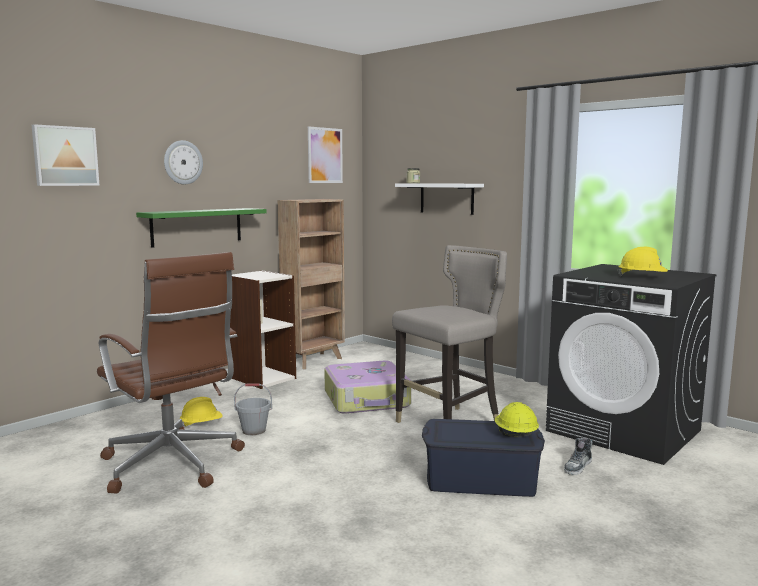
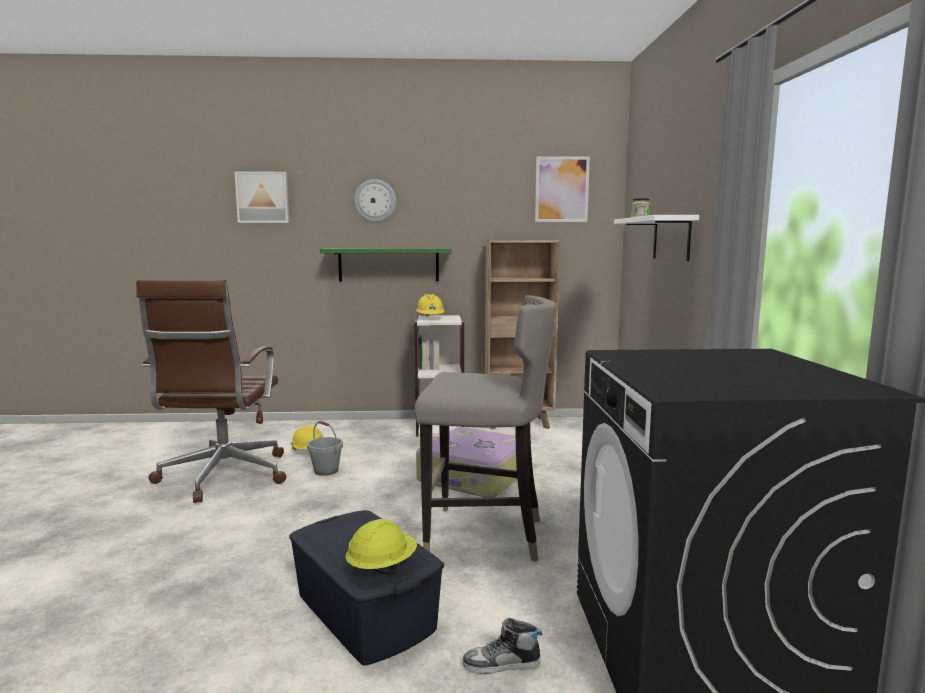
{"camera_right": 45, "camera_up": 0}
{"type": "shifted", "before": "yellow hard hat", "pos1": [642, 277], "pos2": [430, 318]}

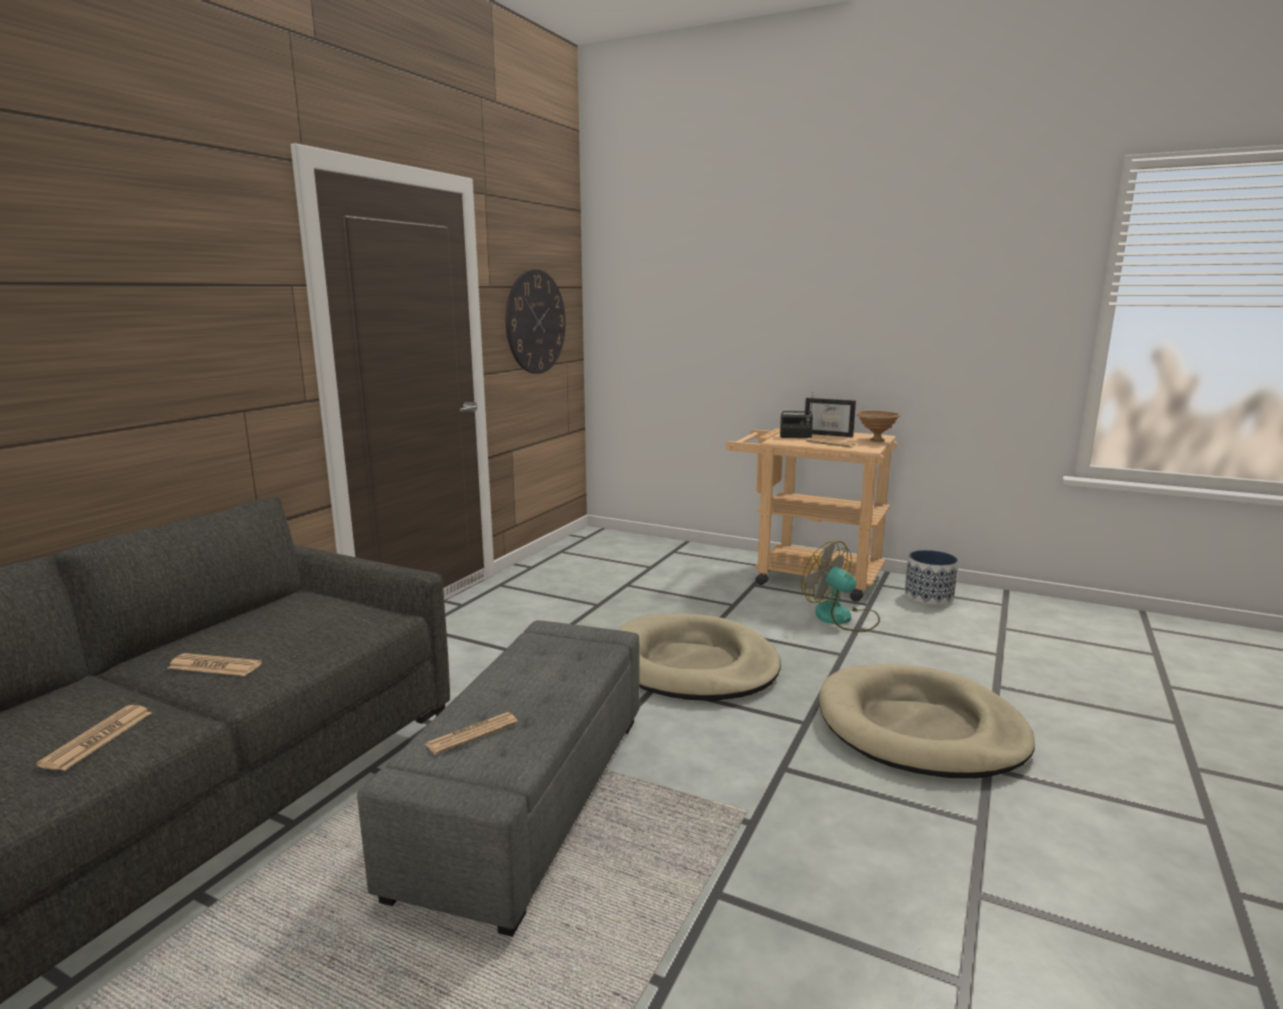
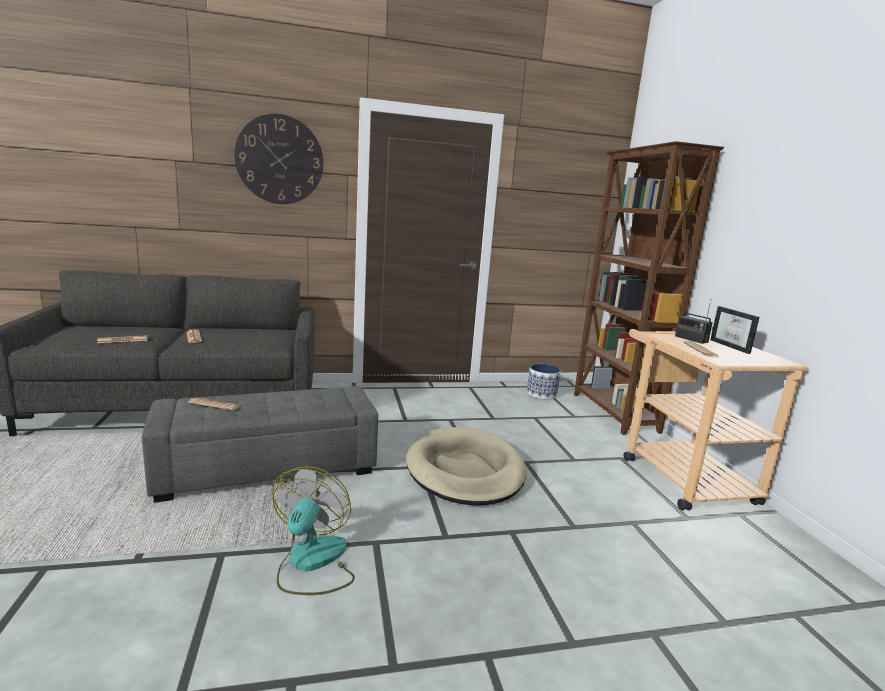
{"camera_right": 50, "camera_up": 0}
{"type": "shifted", "before": "hanging clock", "pos1": [535, 322], "pos2": [279, 160]}
{"type": "shifted", "before": "cooling fan", "pos1": [841, 618], "pos2": [312, 563]}
{"type": "shifted", "before": "flower pot", "pos1": [928, 597], "pos2": [542, 394]}
{"type": "new", "after": "brown bookshelf", "pos2": [613, 413]}
{"type": "gone", "before": "beige-coloured pet bed", "pos1": [920, 728]}
{"type": "gone", "before": "brown deep dish", "pos1": [876, 441]}

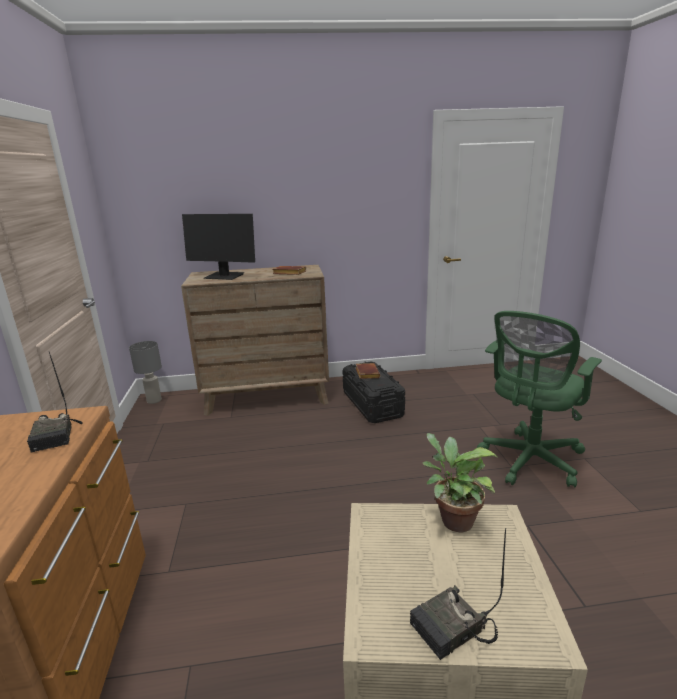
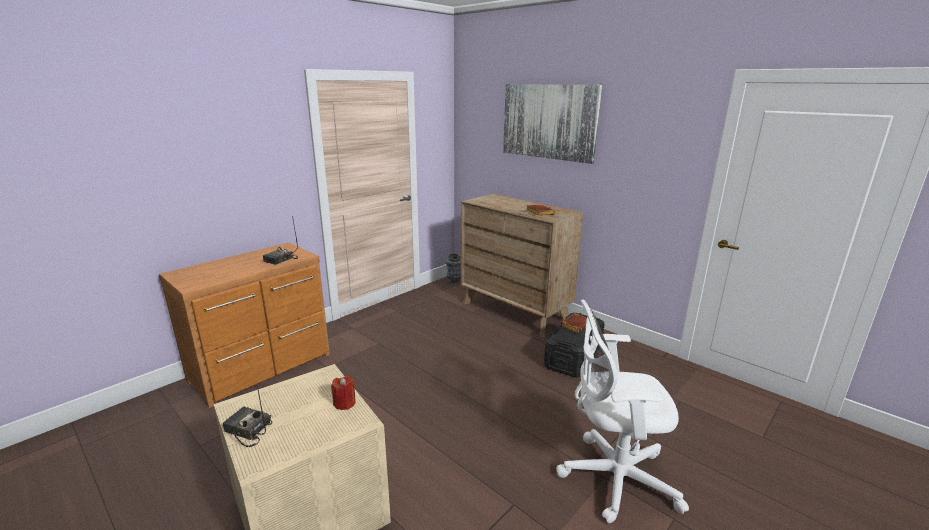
{"camera_right": 50, "camera_up": 0}
{"type": "swapped", "before": "houseplant", "after": "red-coloured wax candle", "pos1": [453, 520], "pos2": [344, 403]}
{"type": "swapped", "before": "grey tabletop lamp", "after": "flower vase", "pos1": [154, 400], "pos2": [454, 280]}
{"type": "new", "after": "wall picture", "pos2": [549, 121]}
{"type": "repainted", "before": "green office chair", "after": "white office chair", "pos1": [529, 461], "pos2": [612, 477]}
{"type": "gone", "before": "computer screen", "pos1": [224, 276]}

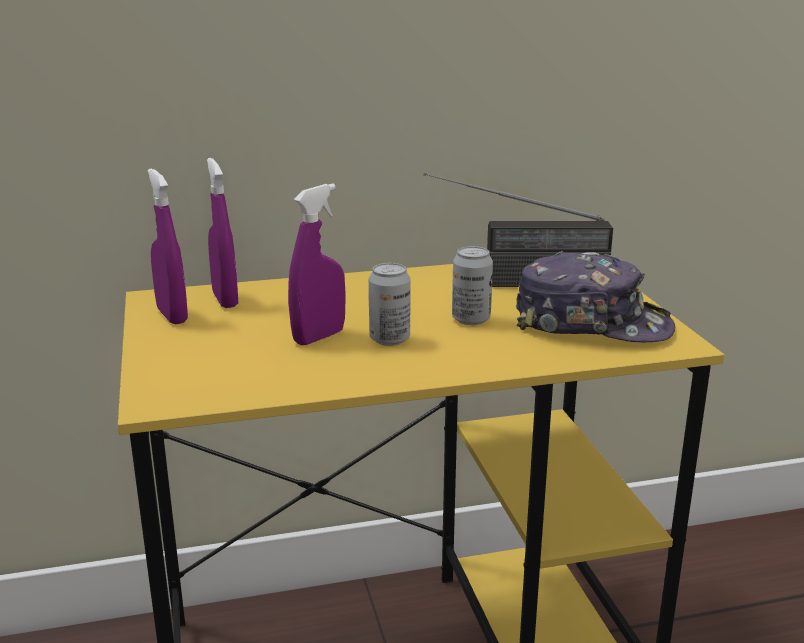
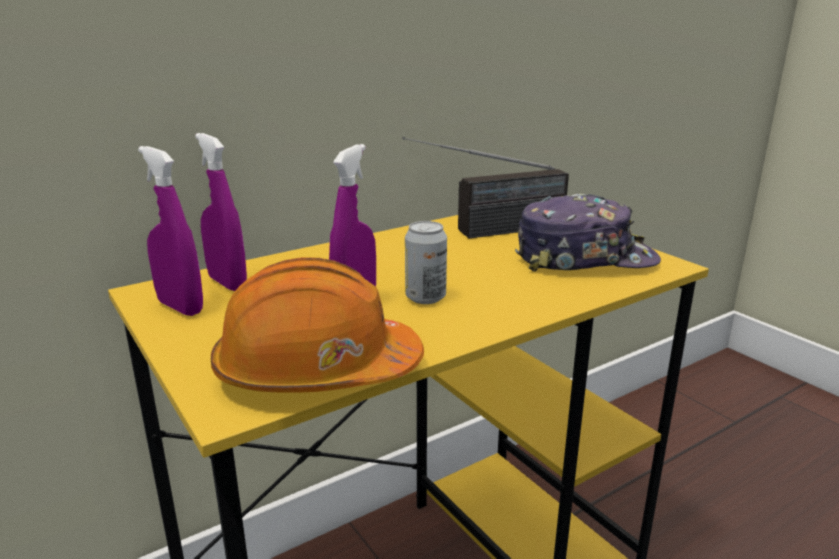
{"camera_right": -20, "camera_up": 0}
{"type": "new", "after": "orange-coloured hard hat", "pos2": [316, 370]}
{"type": "gone", "before": "can", "pos1": [471, 319]}

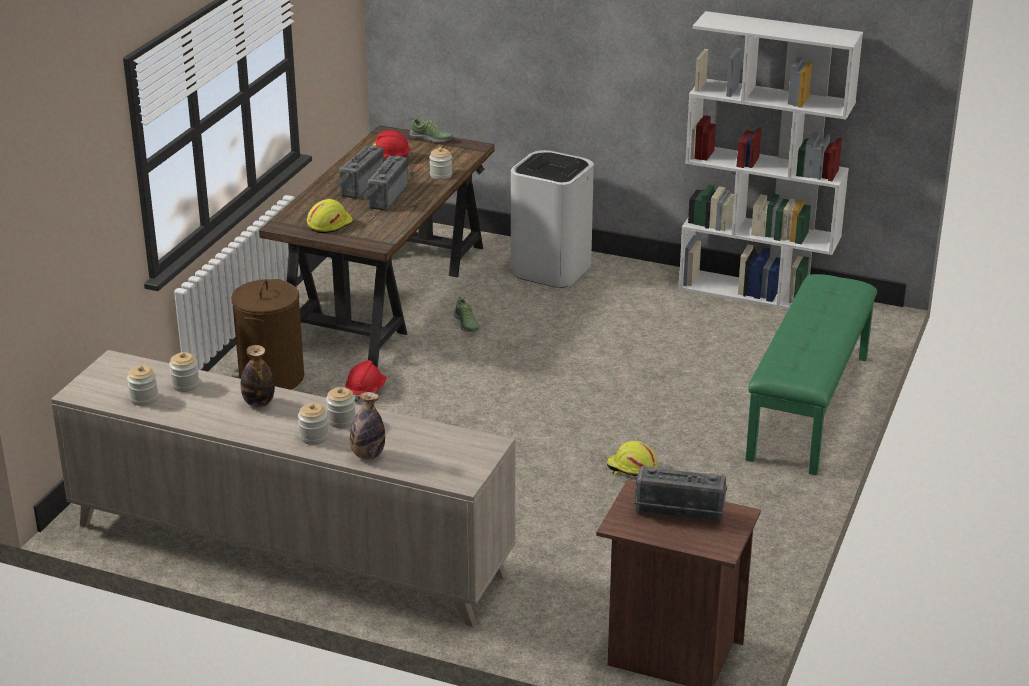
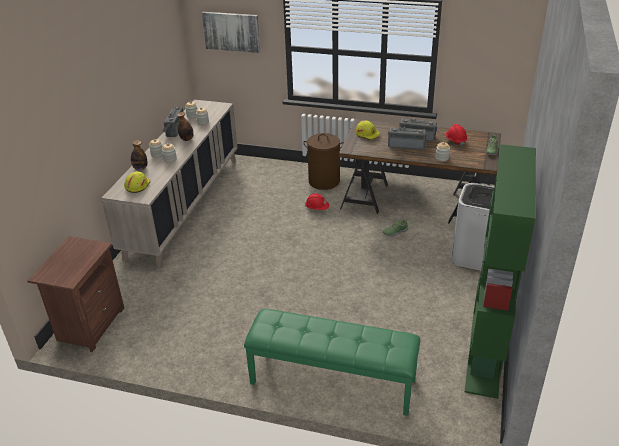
{"camera_right": 85, "camera_up": 5}
{"type": "shifted", "before": "yellow hard hat", "pos1": [631, 468], "pos2": [137, 185]}
{"type": "shifted", "before": "radio receiver", "pos1": [678, 514], "pos2": [173, 129]}
{"type": "new", "after": "wall picture", "pos2": [231, 31]}
{"type": "repainted", "before": "white bookshelf", "after": "green bookshelf", "pos1": [757, 293], "pos2": [485, 353]}

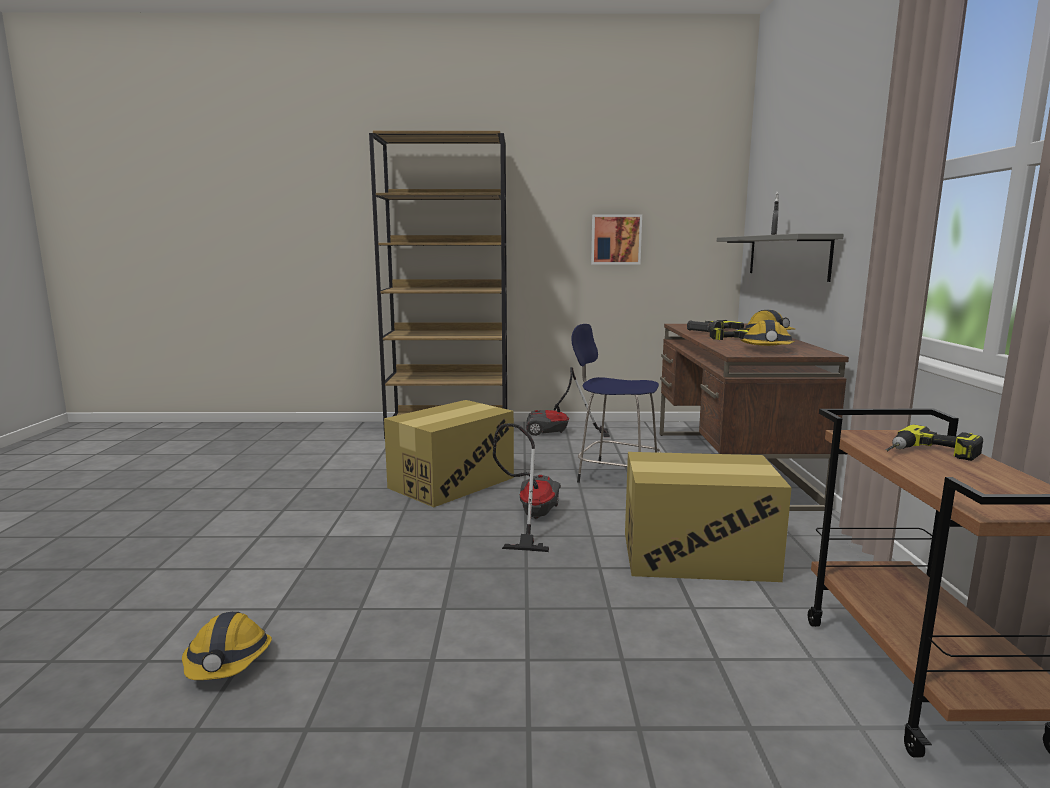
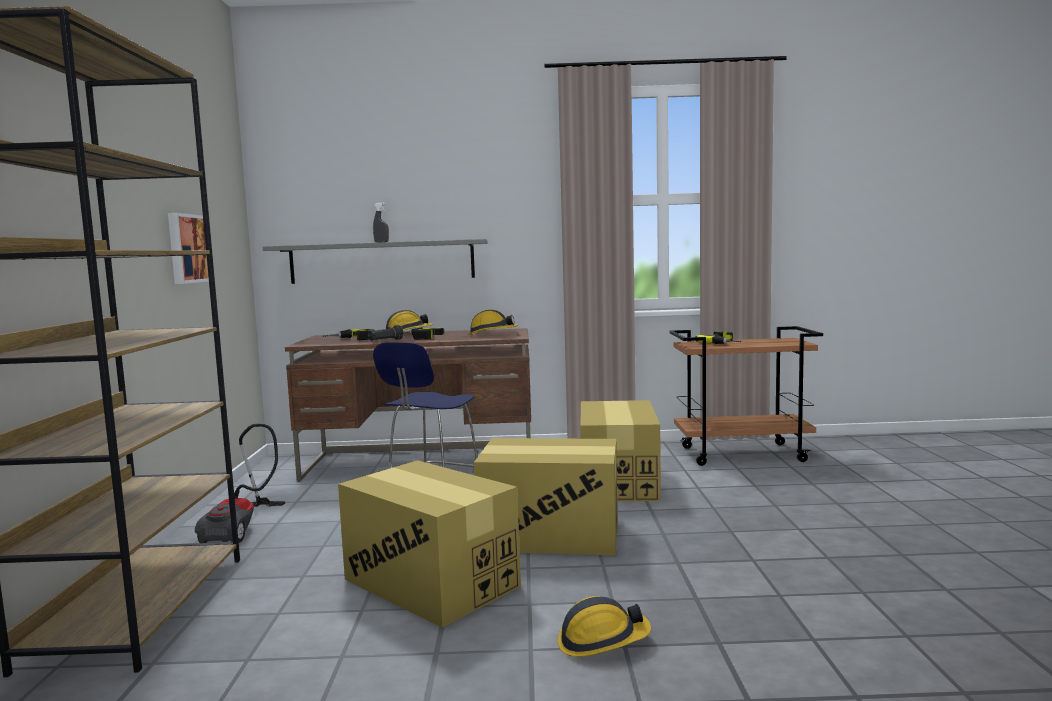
{"camera_right": -90, "camera_up": -5}
{"type": "swapped", "before": "hoover", "after": "cardboard box", "pos1": [531, 518], "pos2": [550, 535]}
{"type": "shifted", "before": "hard hat", "pos1": [228, 662], "pos2": [602, 641]}

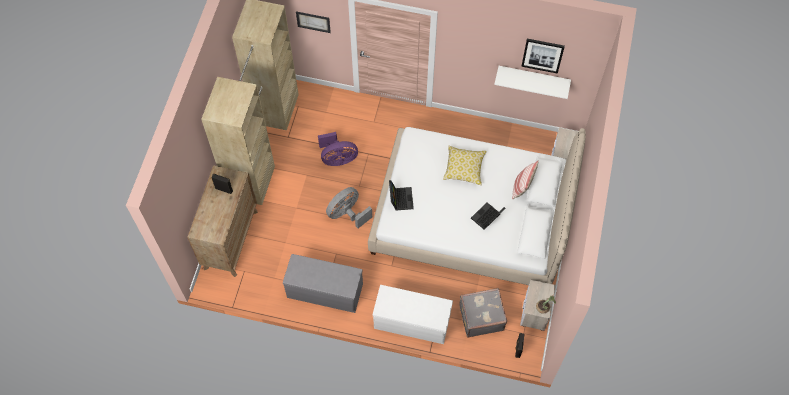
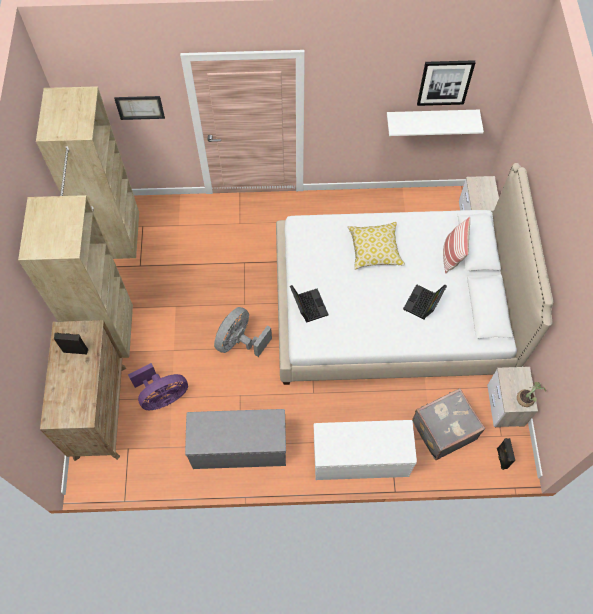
{"camera_right": -15, "camera_up": 0}
{"type": "shifted", "before": "purple-coloured cooling fan", "pos1": [338, 158], "pos2": [162, 396]}

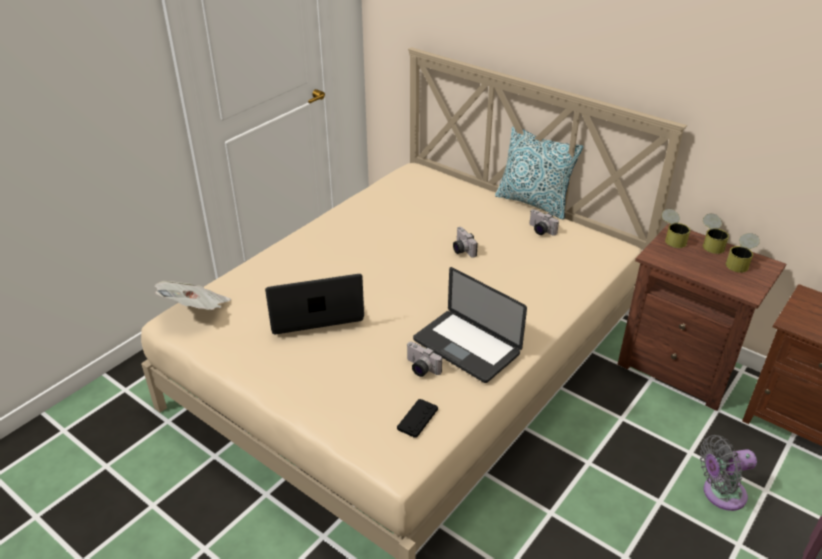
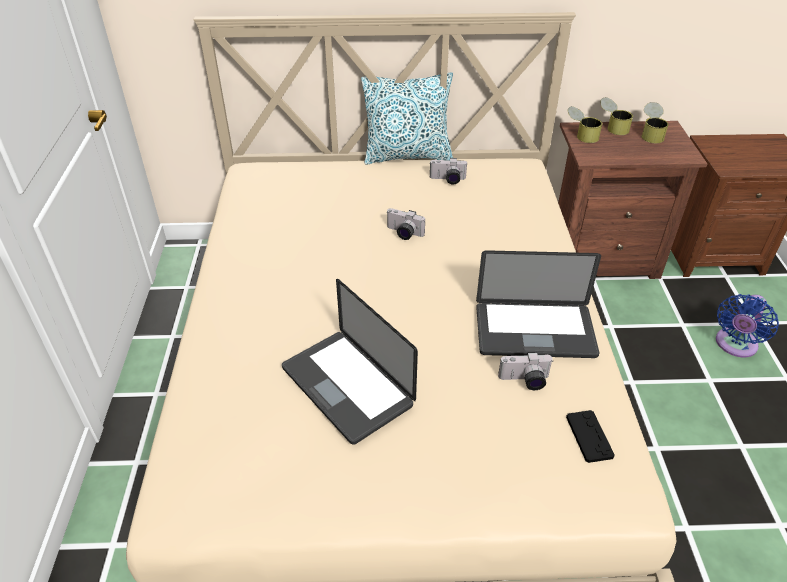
{"camera_right": -40, "camera_up": 5}
{"type": "rotated", "before": "portable computer", "pos1": [315, 312], "pos2": [347, 386], "turn": -75}
{"type": "repainted", "before": "grey cooling fan", "after": "blue cooling fan", "pos1": [720, 493], "pos2": [734, 345]}
{"type": "gone", "before": "printed paper", "pos1": [196, 309]}

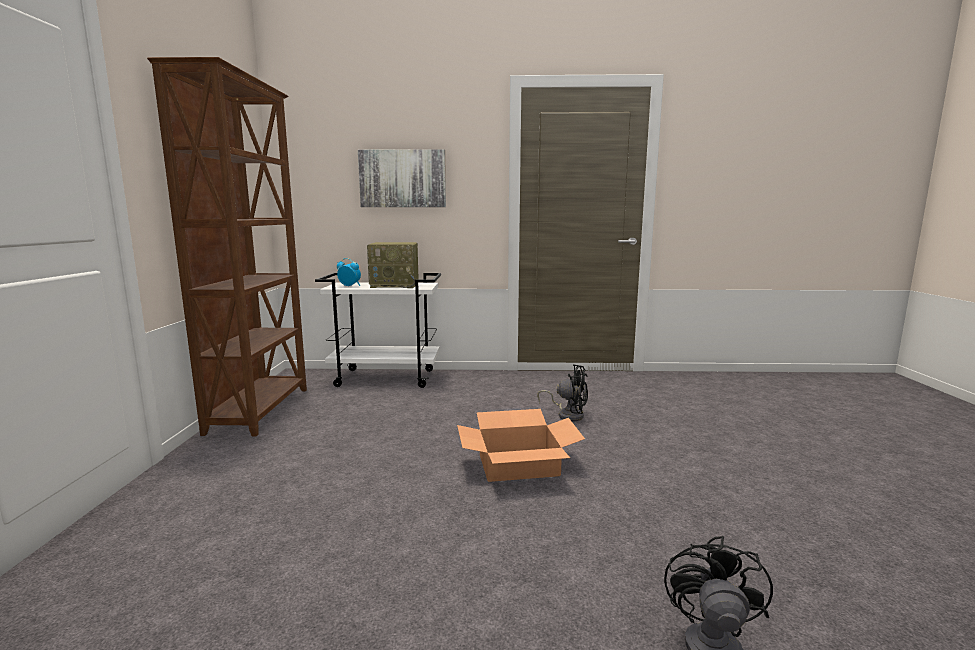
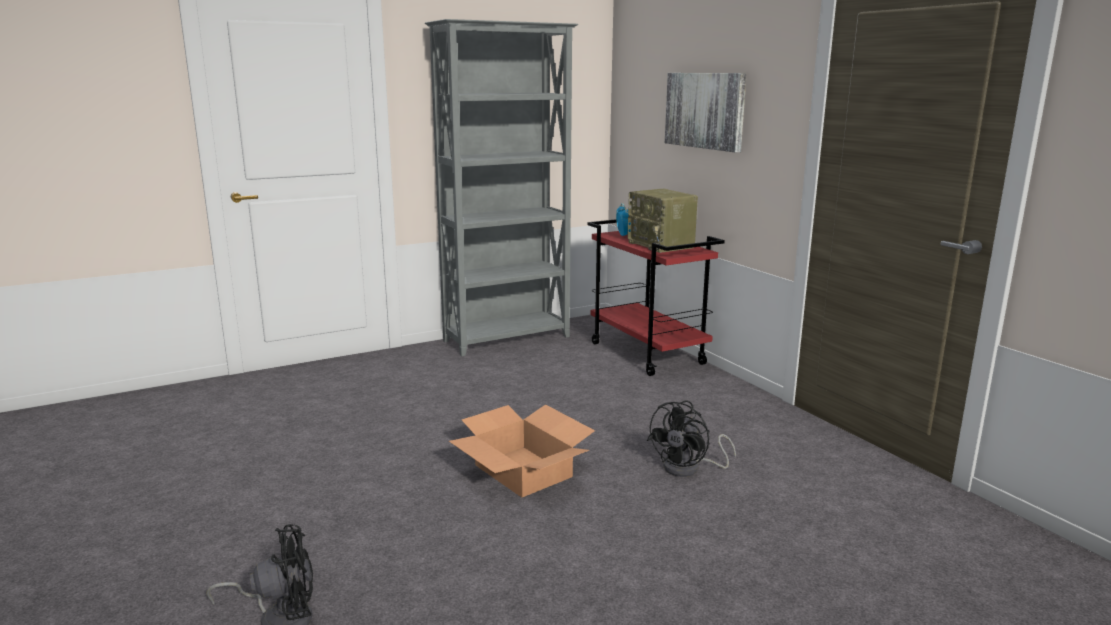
{"camera_right": 60, "camera_up": 5}
{"type": "repainted", "before": "brown bookshelf", "after": "grey bookshelf", "pos1": [261, 410], "pos2": [508, 339]}
{"type": "repainted", "before": "white cart", "after": "red-coloured cart", "pos1": [386, 378], "pos2": [648, 354]}
{"type": "rotated", "before": "black-coloured cooling fan", "pos1": [568, 414], "pos2": [689, 468], "turn": 45}

